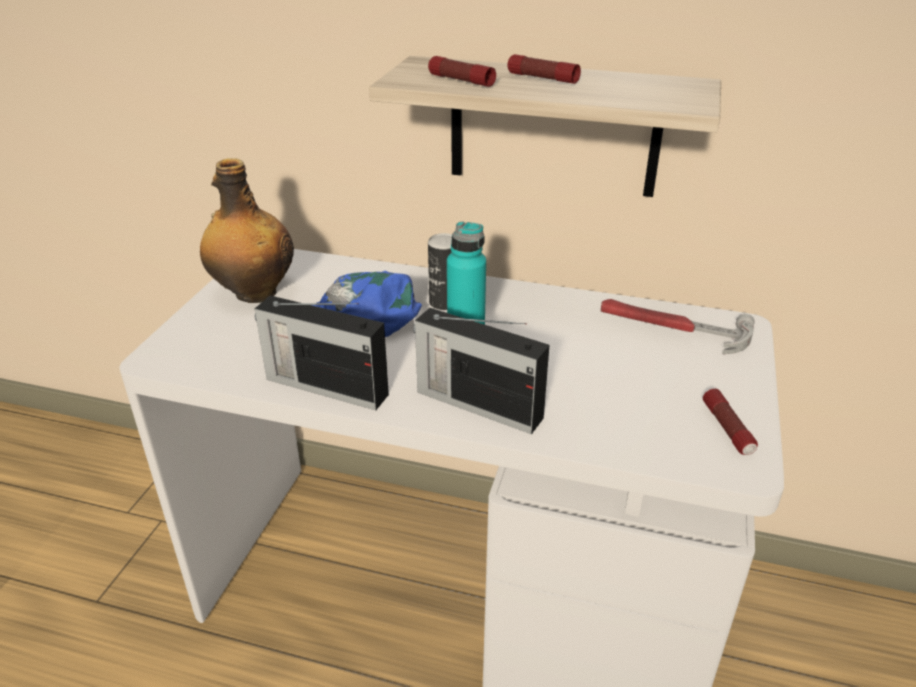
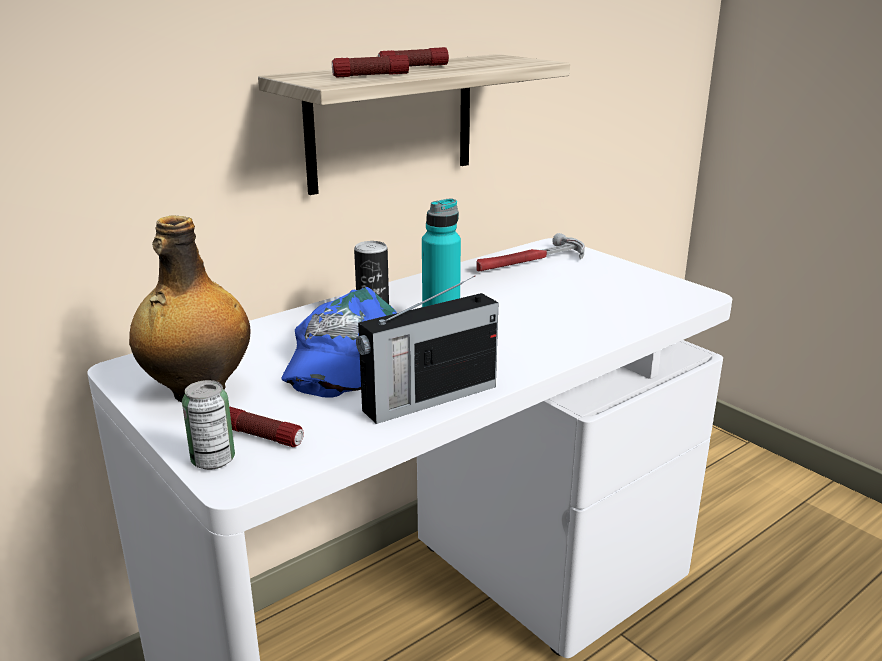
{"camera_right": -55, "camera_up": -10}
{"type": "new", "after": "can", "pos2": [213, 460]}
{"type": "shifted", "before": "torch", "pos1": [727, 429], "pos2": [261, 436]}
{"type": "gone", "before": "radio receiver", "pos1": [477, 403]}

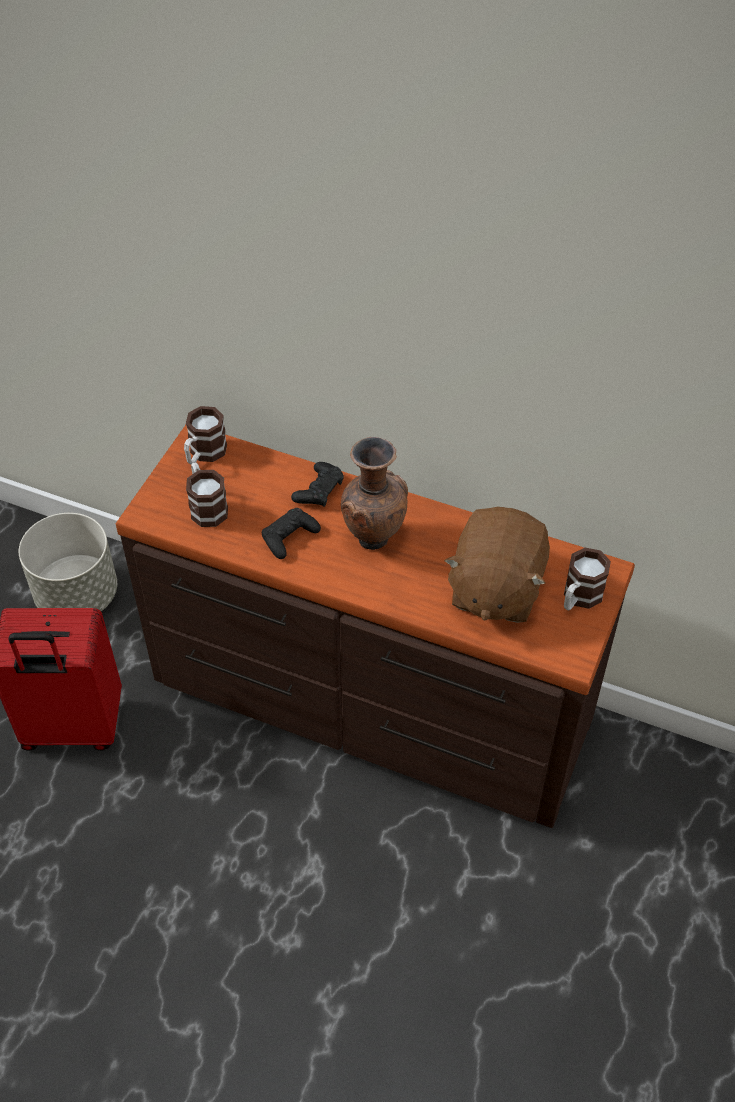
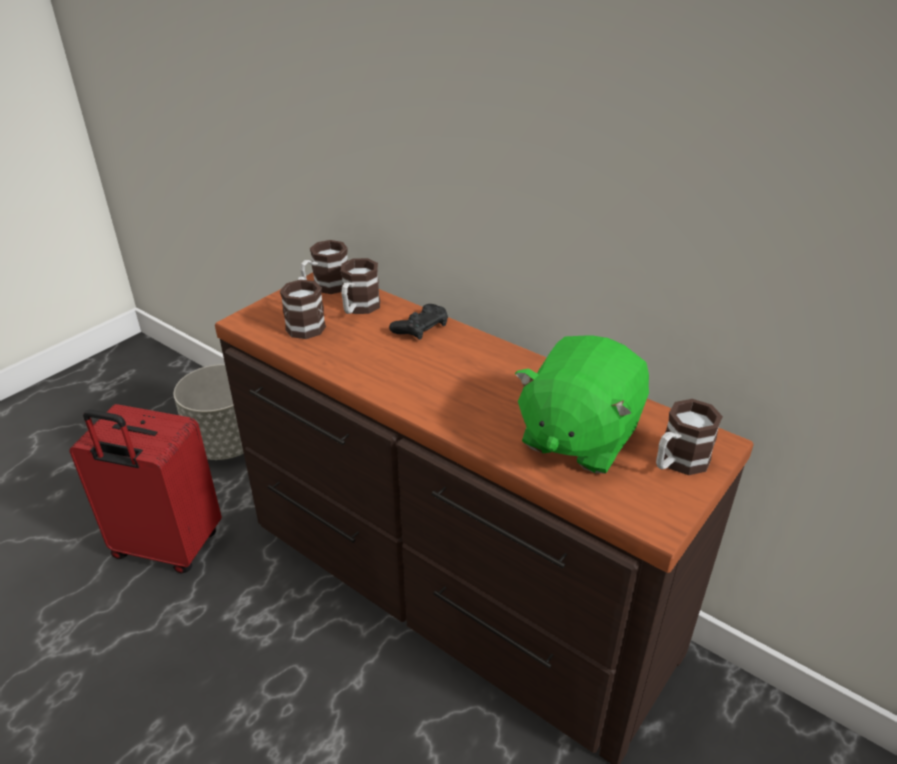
{"camera_right": 15, "camera_up": -15}
{"type": "new", "after": "mug", "pos2": [358, 308]}
{"type": "repainted", "before": "brown cuddly toy", "after": "green cuddly toy", "pos1": [495, 589], "pos2": [578, 437]}
{"type": "gone", "before": "black-coloured joypad", "pos1": [289, 537]}
{"type": "gone", "before": "brown flower vase", "pos1": [373, 537]}

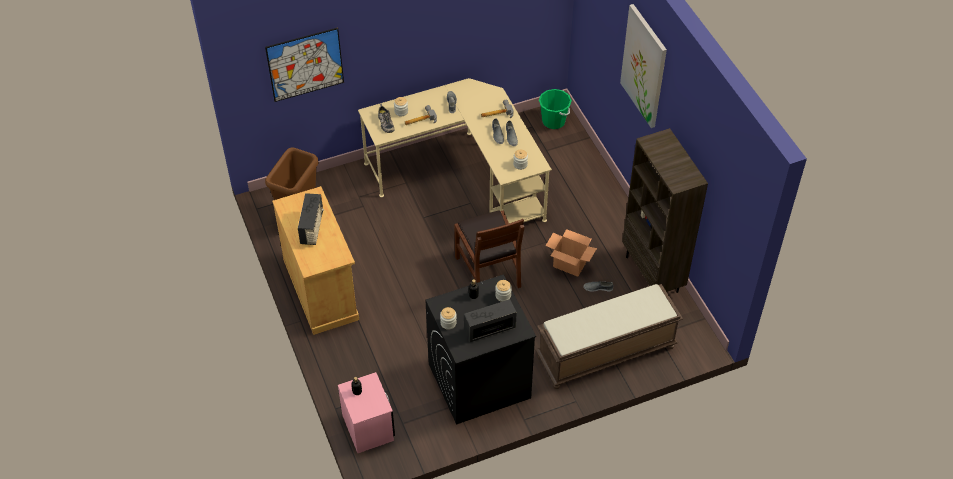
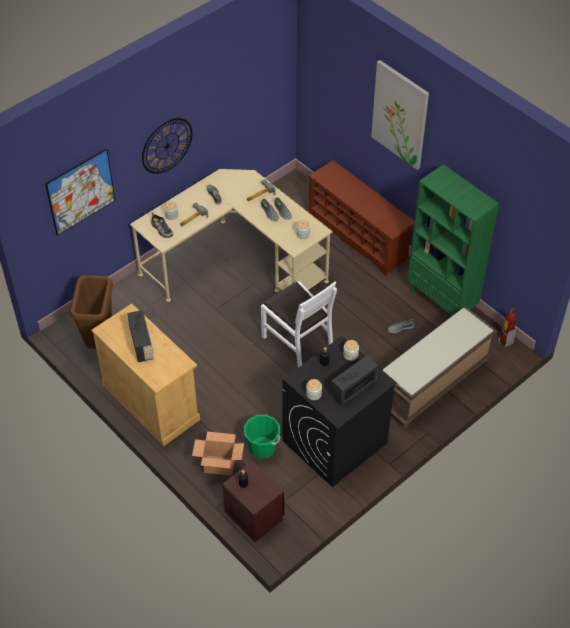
{"camera_right": -20, "camera_up": 0}
{"type": "new", "after": "hanging clock", "pos2": [167, 145]}
{"type": "shifted", "before": "cardboard box", "pos1": [569, 264], "pos2": [219, 465]}
{"type": "repainted", "before": "pink-coloured bedside table", "after": "brown bedside table", "pos1": [368, 427], "pos2": [254, 515]}
{"type": "shifted", "before": "green water bucket", "pos1": [553, 121], "pos2": [262, 448]}
{"type": "repainted", "before": "brown plain chair", "after": "white plain chair", "pos1": [488, 271], "pos2": [298, 340]}
{"type": "new", "after": "brown shoe stand", "pos2": [359, 236]}
{"type": "repainted", "before": "brown bookshelf", "after": "green bookshelf", "pos1": [653, 274], "pos2": [442, 302]}
{"type": "new", "after": "fire extinguisher", "pos2": [504, 342]}

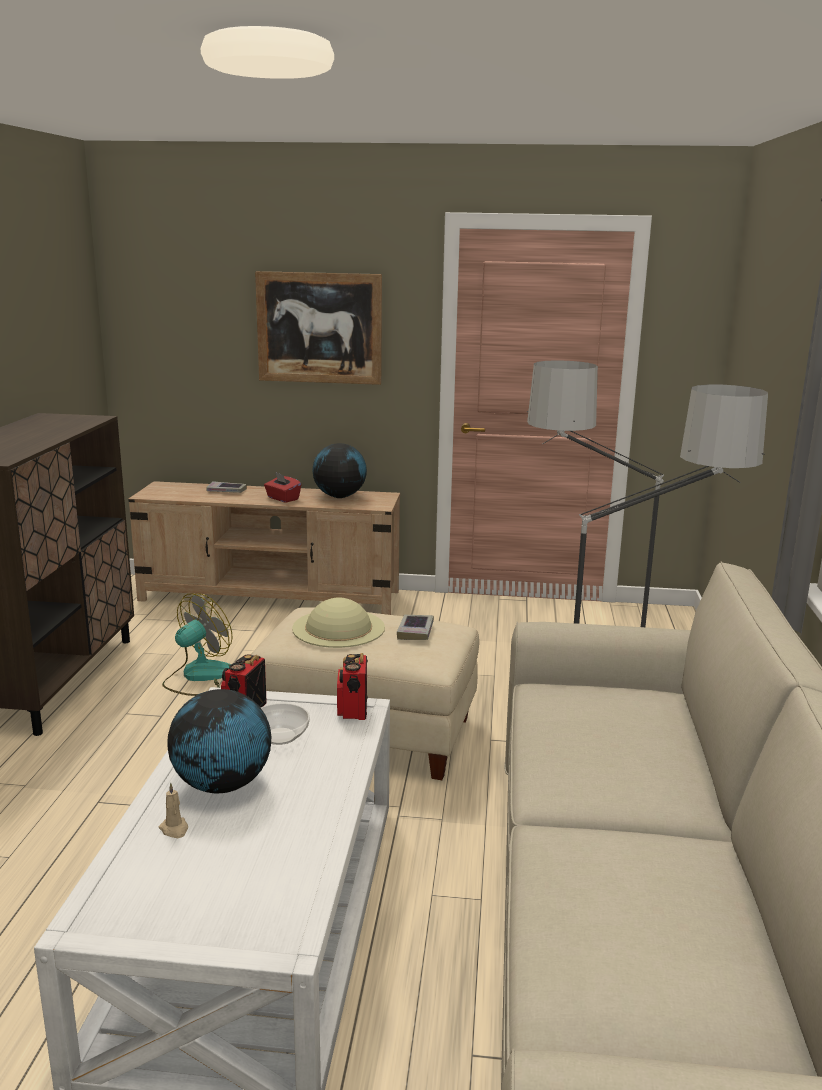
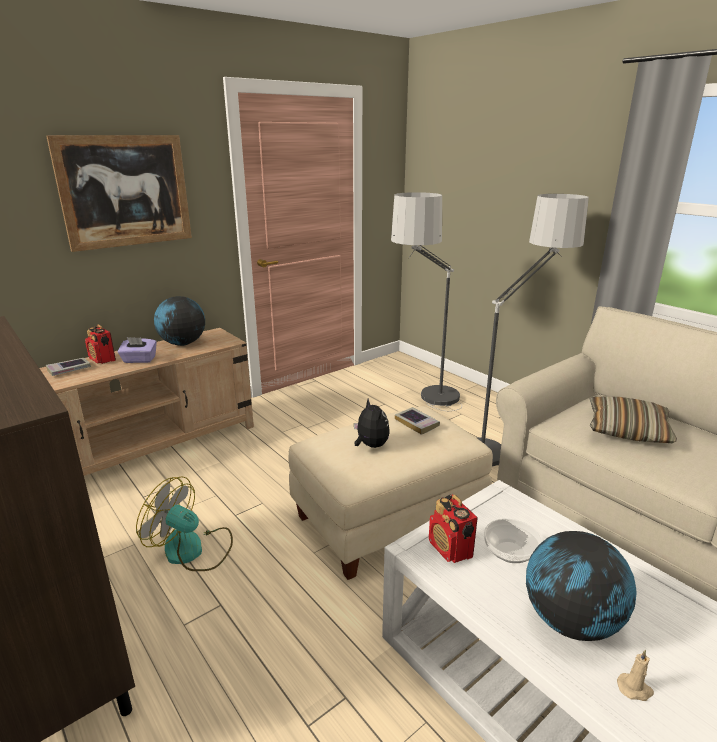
{"camera_right": -45, "camera_up": 5}
{"type": "shifted", "before": "radio receiver", "pos1": [352, 710], "pos2": [102, 359]}
{"type": "repainted", "before": "red-coloured tissue holder", "after": "purple-coloured tissue holder", "pos1": [282, 499], "pos2": [139, 360]}
{"type": "rotated", "before": "cooling fan", "pos1": [198, 677], "pos2": [192, 550], "turn": -60}
{"type": "swapped", "before": "beige-coloured hat", "after": "cuddly toy", "pos1": [338, 628], "pos2": [370, 445]}
{"type": "new", "after": "throw pillow", "pos2": [627, 429]}

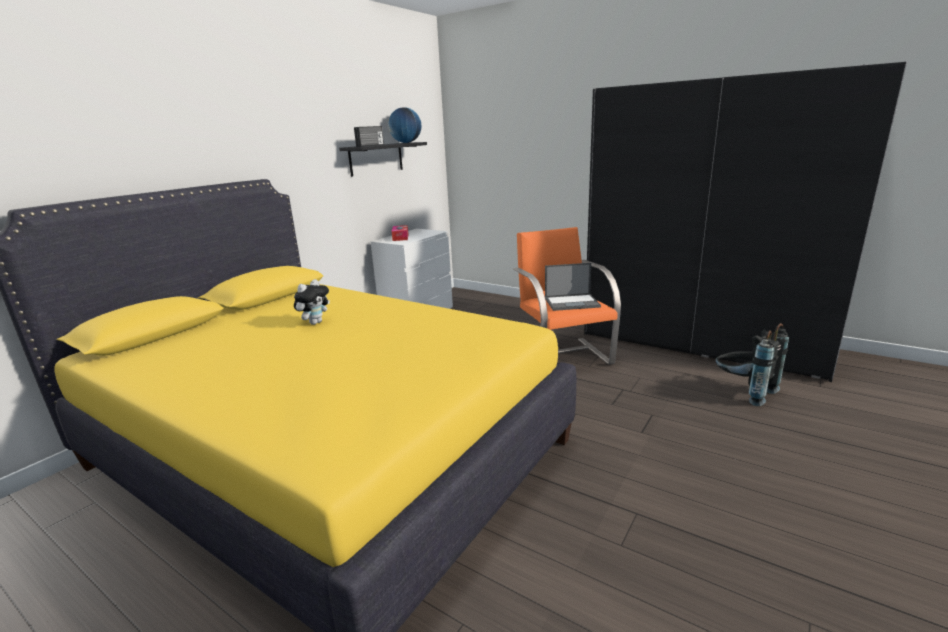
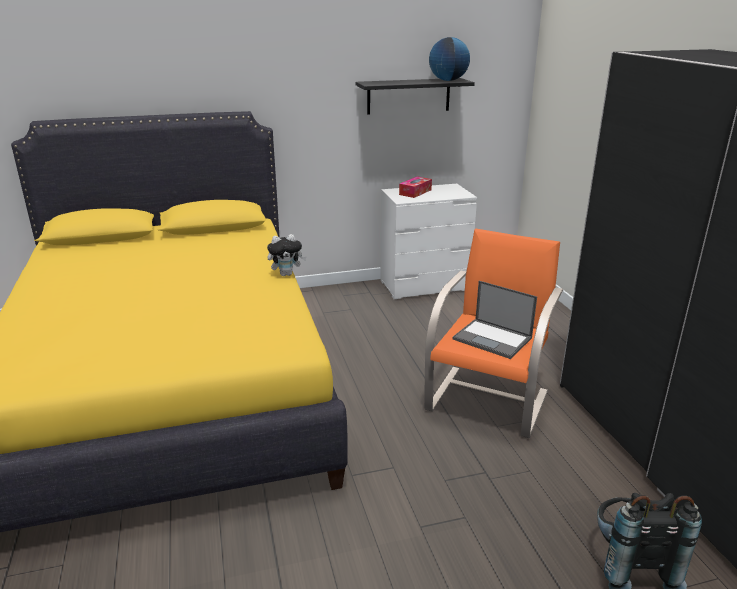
{"camera_right": 40, "camera_up": 5}
{"type": "shifted", "before": "cuddly toy", "pos1": [315, 322], "pos2": [286, 274]}
{"type": "gone", "before": "radio receiver", "pos1": [370, 145]}

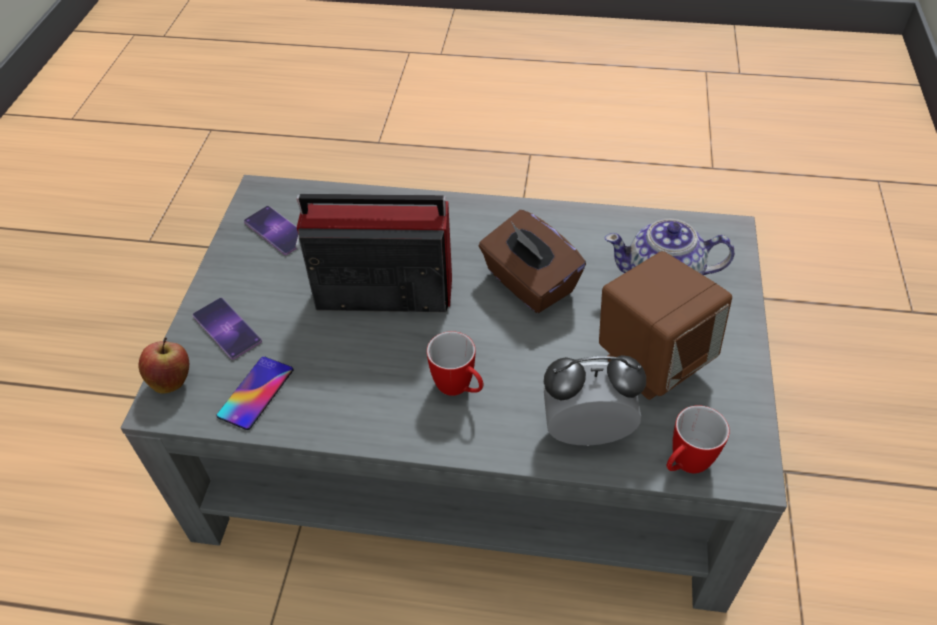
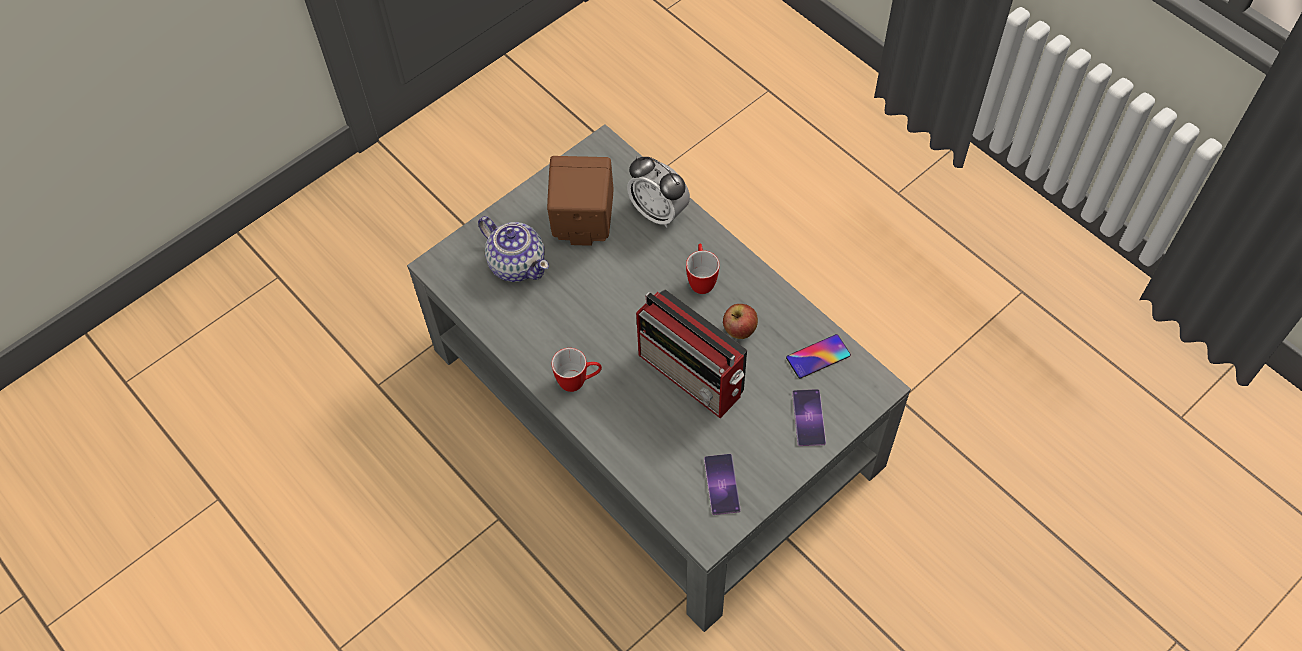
{"camera_right": -140, "camera_up": 10}
{"type": "shifted", "before": "mug", "pos1": [684, 465], "pos2": [578, 381]}
{"type": "shifted", "before": "apple", "pos1": [172, 380], "pos2": [739, 331]}
{"type": "gone", "before": "brown tissue holder", "pos1": [529, 283]}

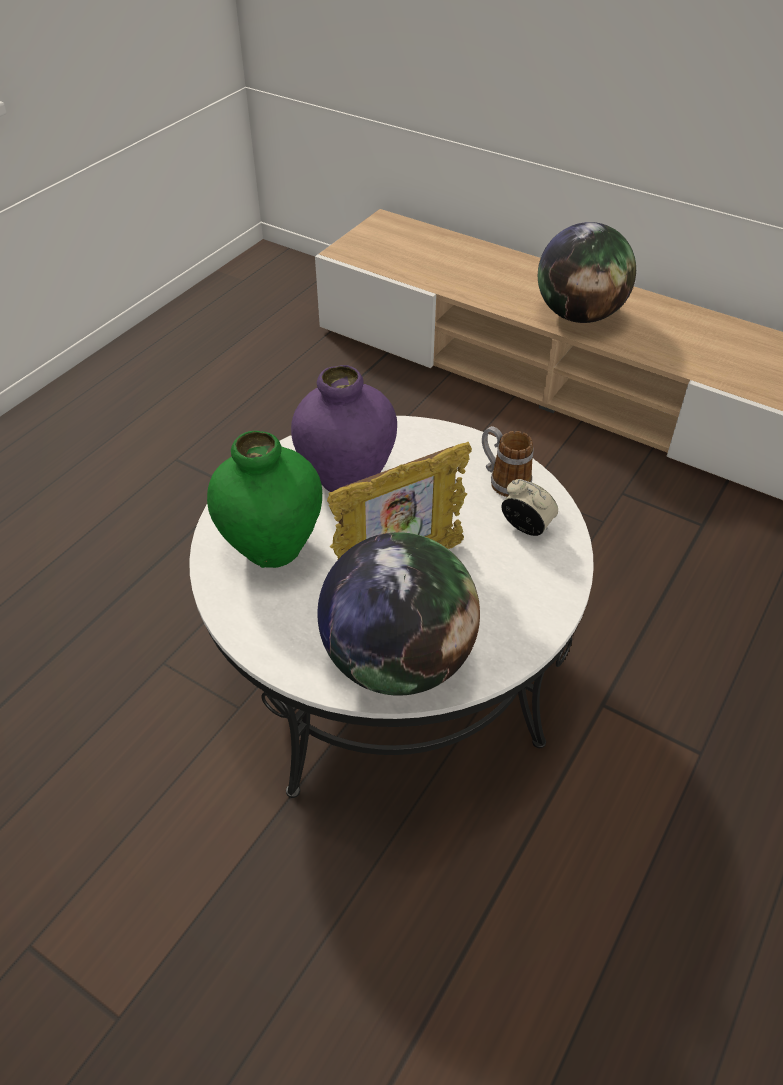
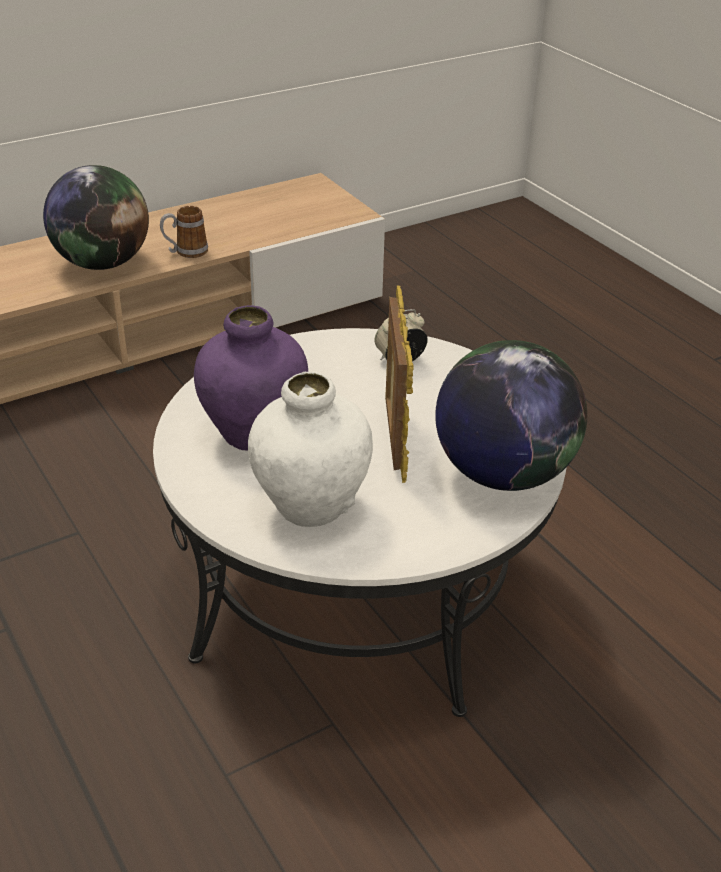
{"camera_right": -65, "camera_up": -10}
{"type": "shifted", "before": "mug", "pos1": [503, 480], "pos2": [185, 252]}
{"type": "repainted", "before": "green flower vase", "after": "white flower vase", "pos1": [272, 547], "pos2": [310, 507]}

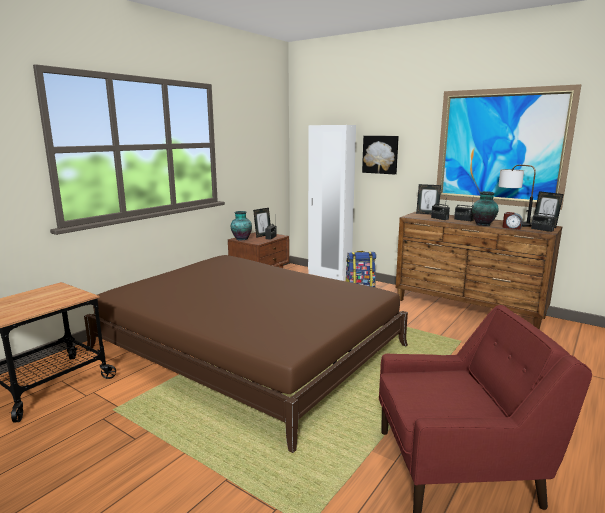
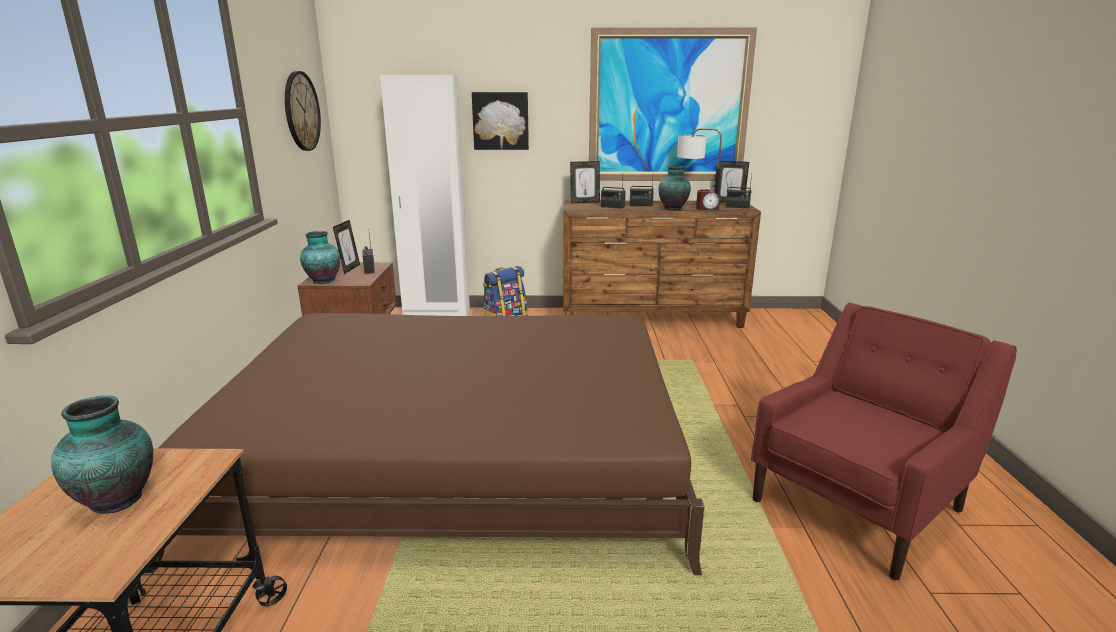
{"camera_right": -35, "camera_up": 5}
{"type": "new", "after": "flower vase", "pos2": [118, 498]}
{"type": "new", "after": "hanging clock", "pos2": [301, 111]}

